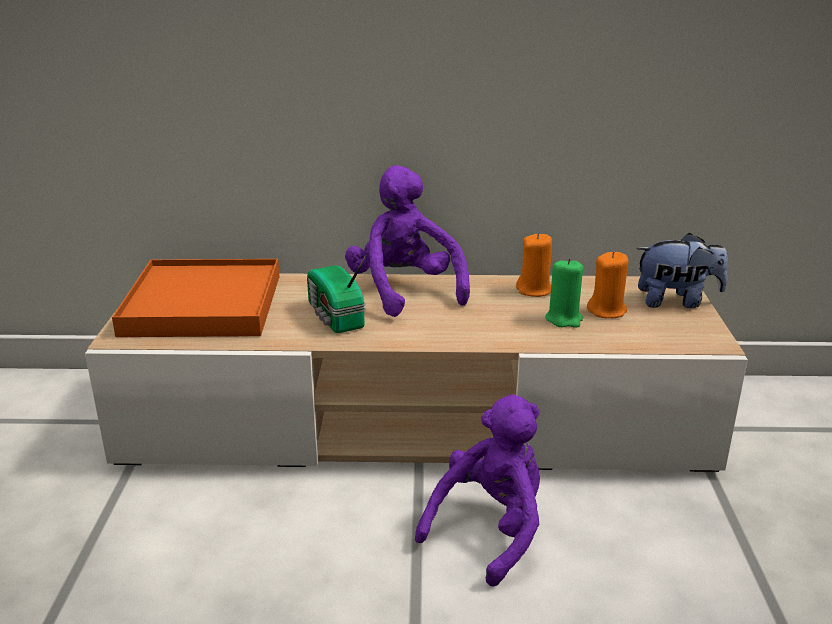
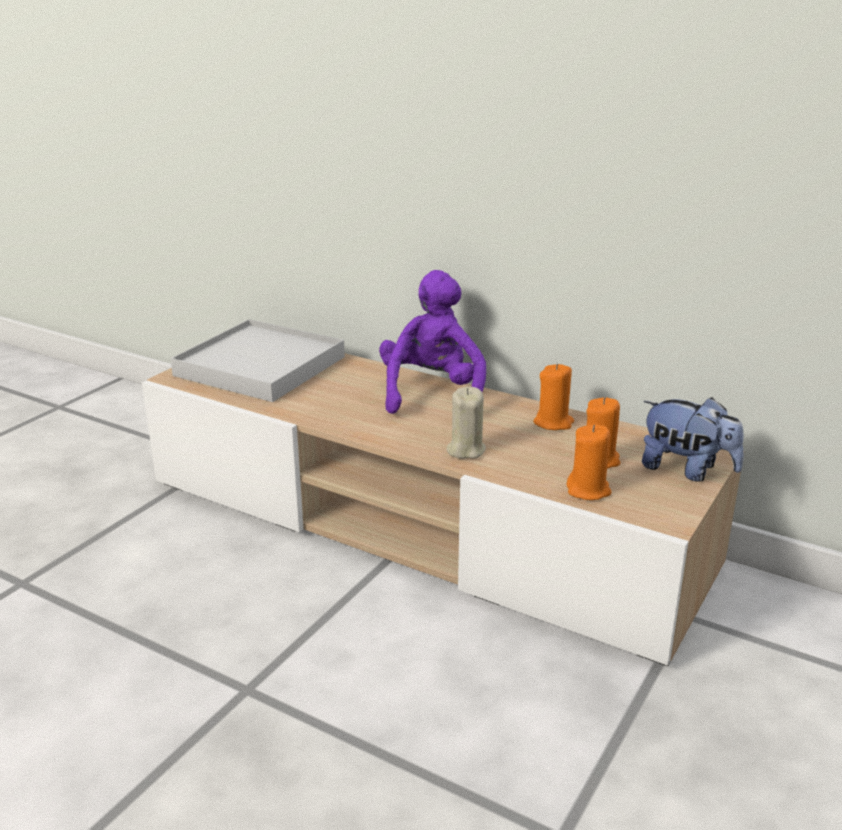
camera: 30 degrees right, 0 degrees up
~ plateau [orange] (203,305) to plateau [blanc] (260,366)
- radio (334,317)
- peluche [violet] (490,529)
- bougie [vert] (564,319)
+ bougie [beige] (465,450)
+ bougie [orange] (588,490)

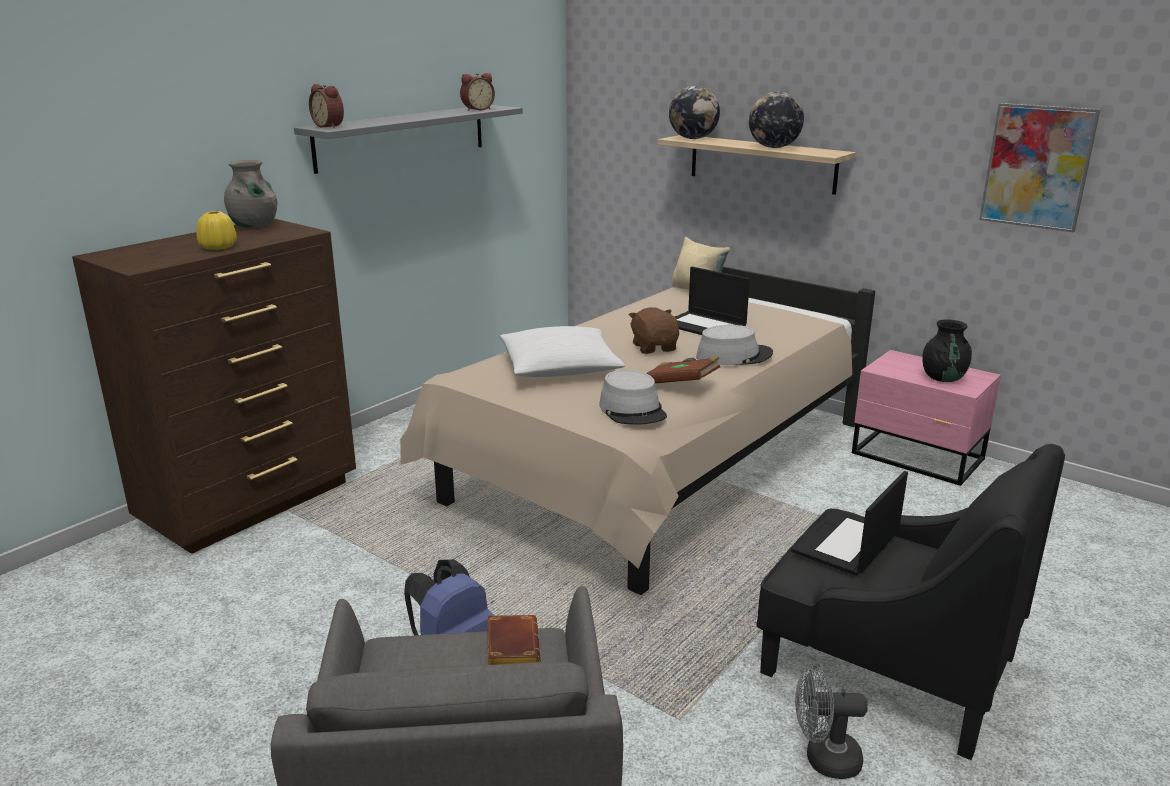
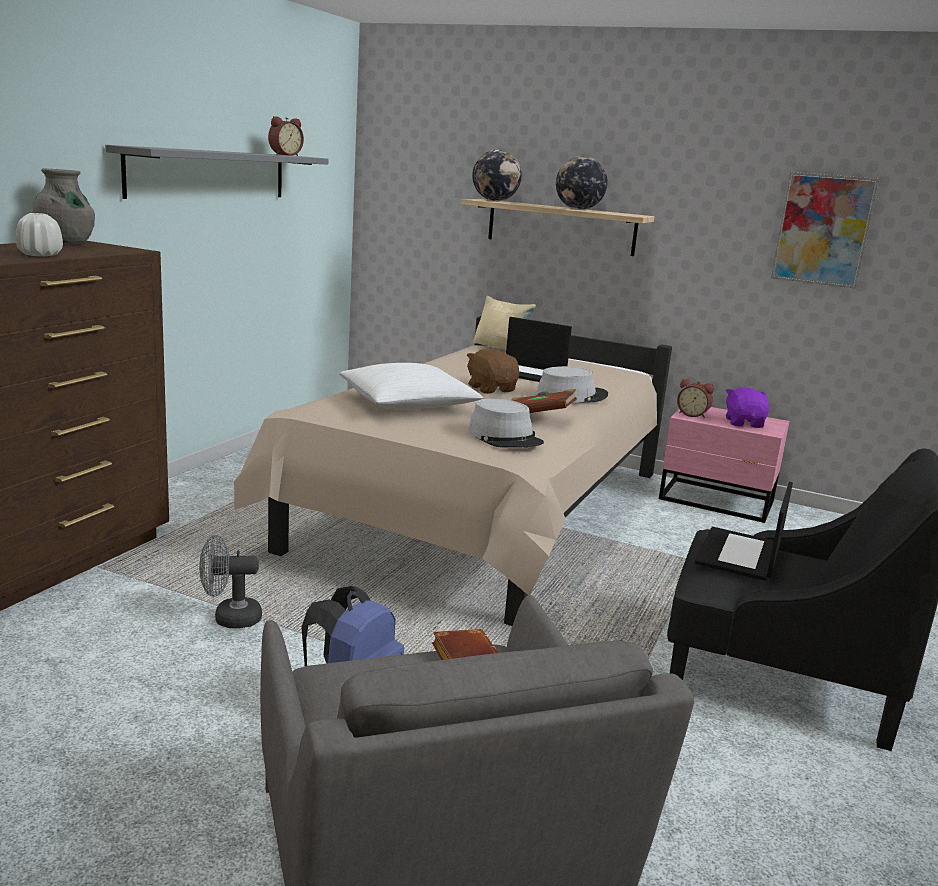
camera: 15 degrees left, 5 degrees down
~ vase [jaune] (218,247) to vase [blanc] (40,255)
~ réveil (330,126) to (693,414)
~ ventilateur [gris] (824,759) to (229,618)
~ vase [noir] (943,378) to peluche [violet] (744,423)

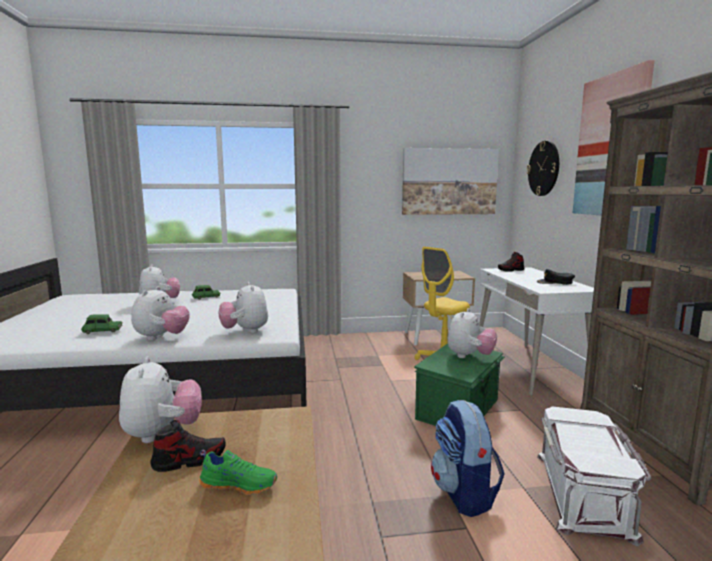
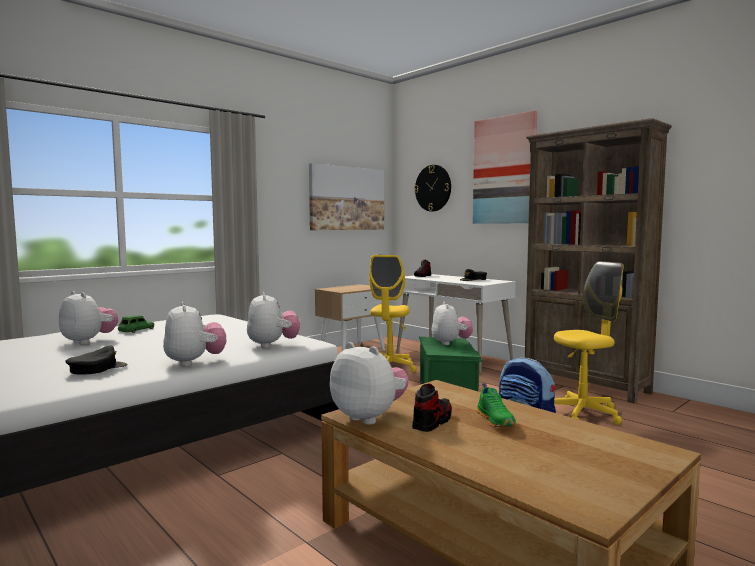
camera: 35 degrees left, 5 degrees down
~ petite voiture [vert] (102,330) to casquette [noir] (97,368)
~ chaussure [vert] (239,484) = (496,420) 105 degrees clockwise
~ peluche (245,331) = (273,345) 135 degrees counterclockwise
~ boîte de rangement [blanc] (585,493) to chaise de bureau [jaune] (583,414)

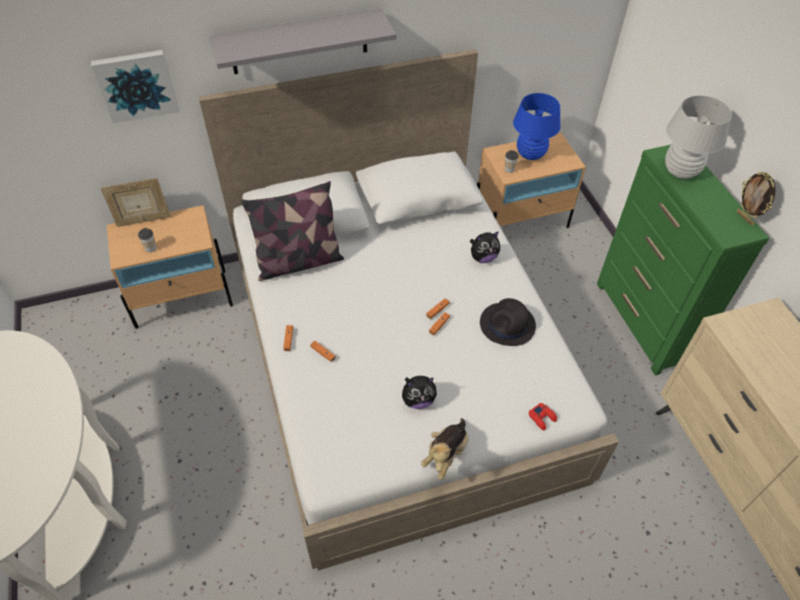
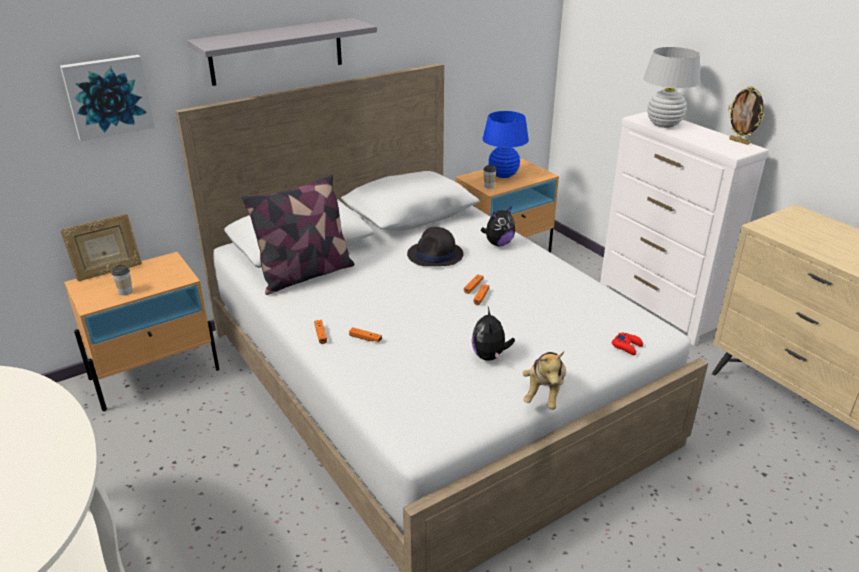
camera: 15 degrees left, 20 degrees down
~ peluche (418,400) = (490,356) 120 degrees clockwise
~ chapeau [noir] (507,325) to (435,255)
~ commode [vert] (642,323) to commode [blanc] (658,309)

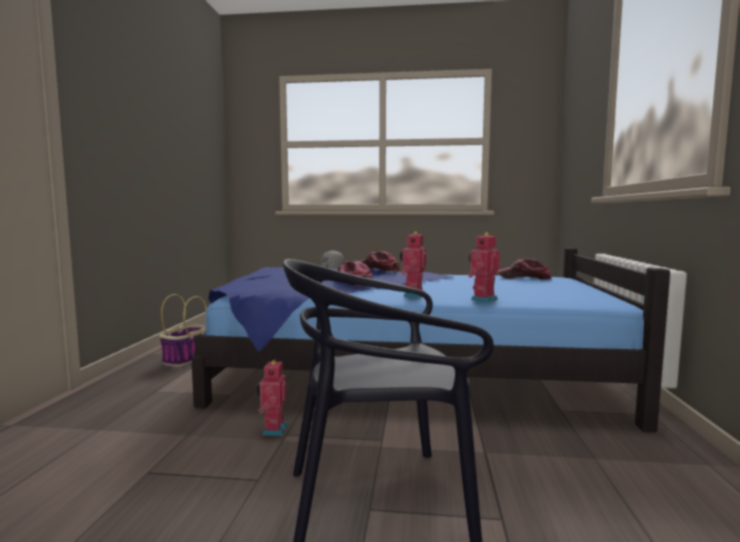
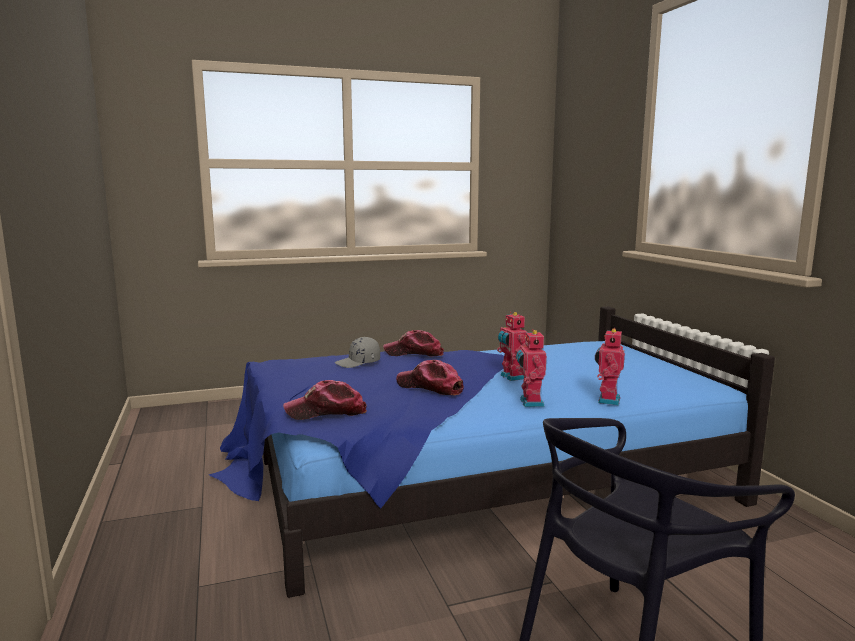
camera: 25 degrees left, 5 degrees up
- panier (187,358)
~ robot jouet (273,430) to (511,377)
~ casquette (524,278) to (326,412)

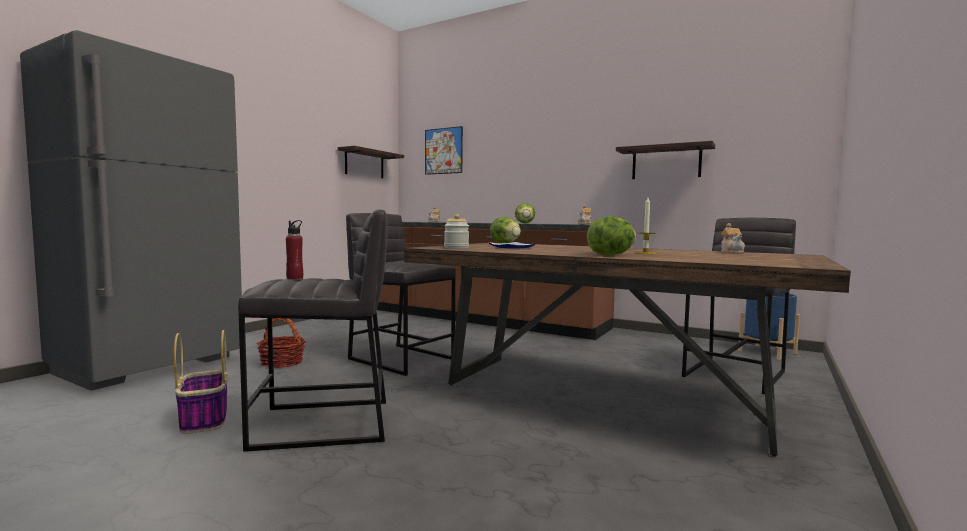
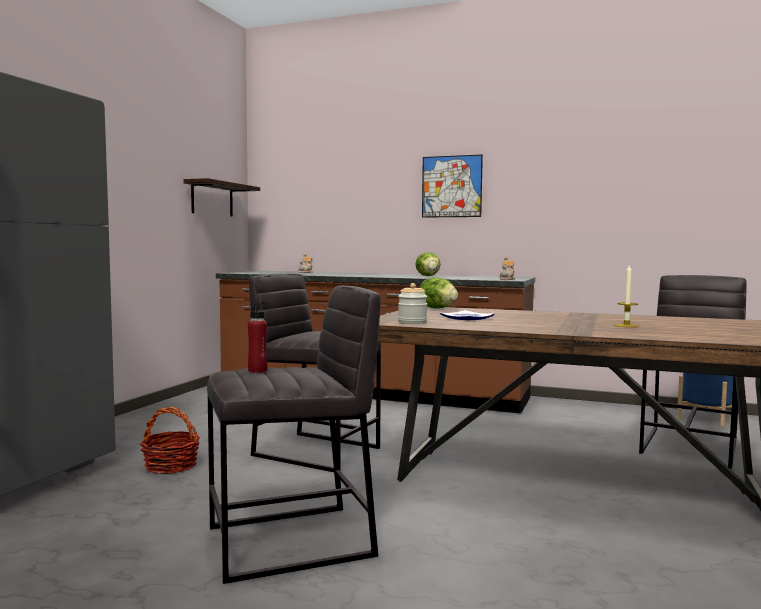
camera: 10 degrees left, 0 degrees up
- panier (204,419)
~ tableau (443,151) to (451,186)
- laitue (611,255)
- étagère (666,163)
- théière (732,252)

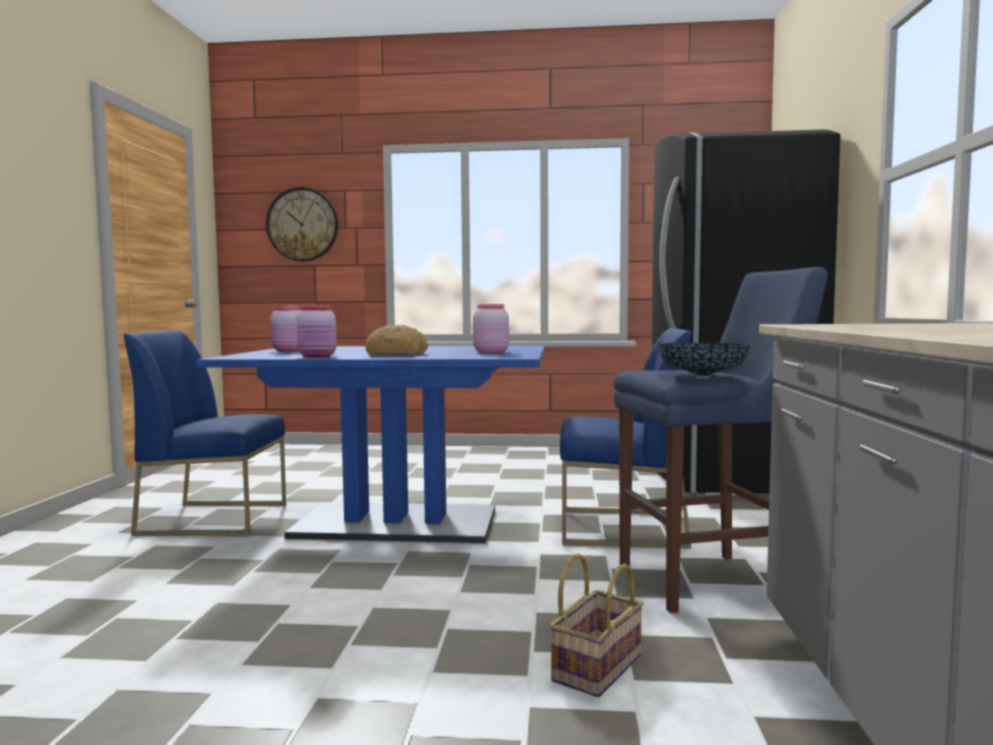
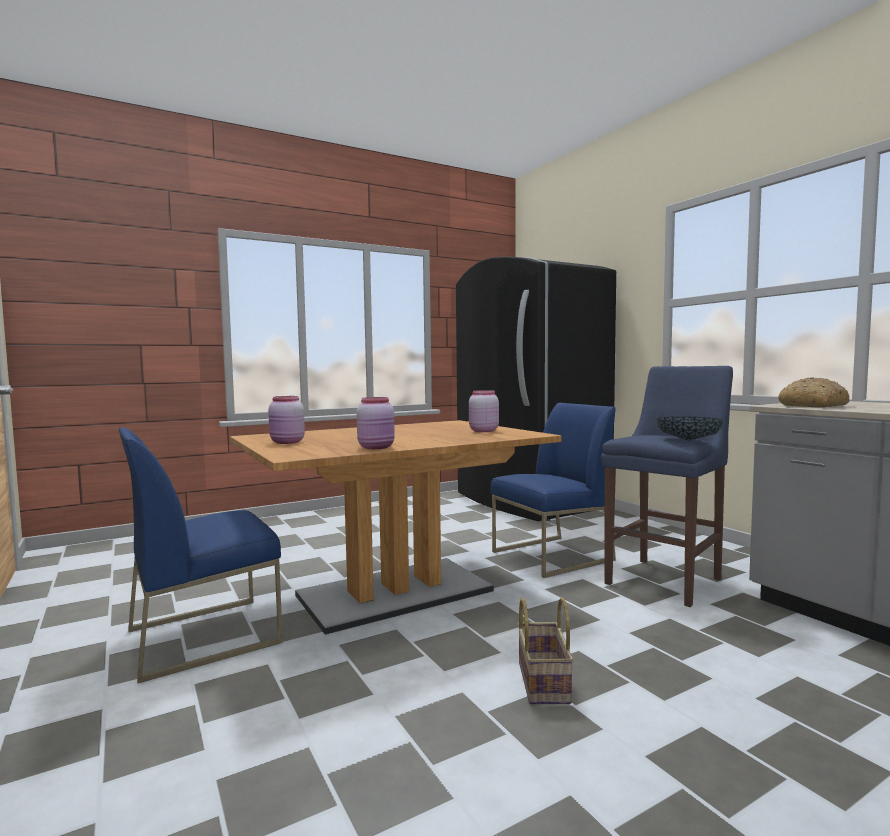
camera: 35 degrees left, 0 degrees up
~ table à manger [bleu] (396,524) to table à manger [marron] (395,593)
- horloge murale (302,224)
~ pain (397,354) to (813,405)
~ panier (596,666) to (541,681)

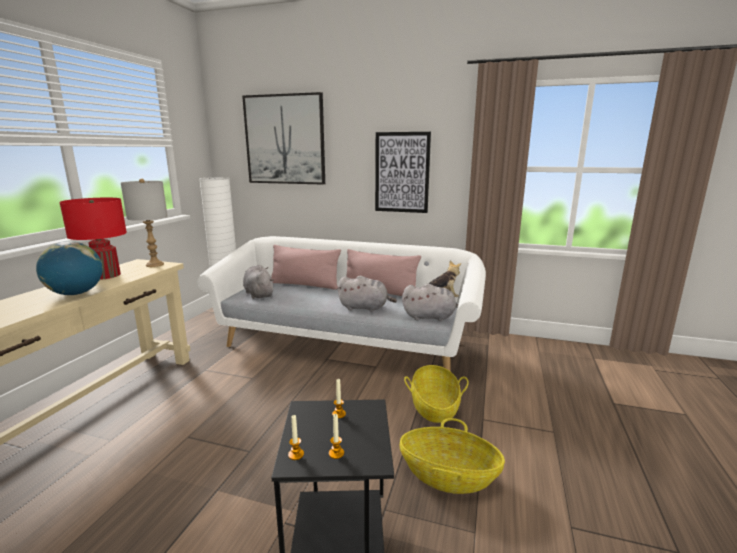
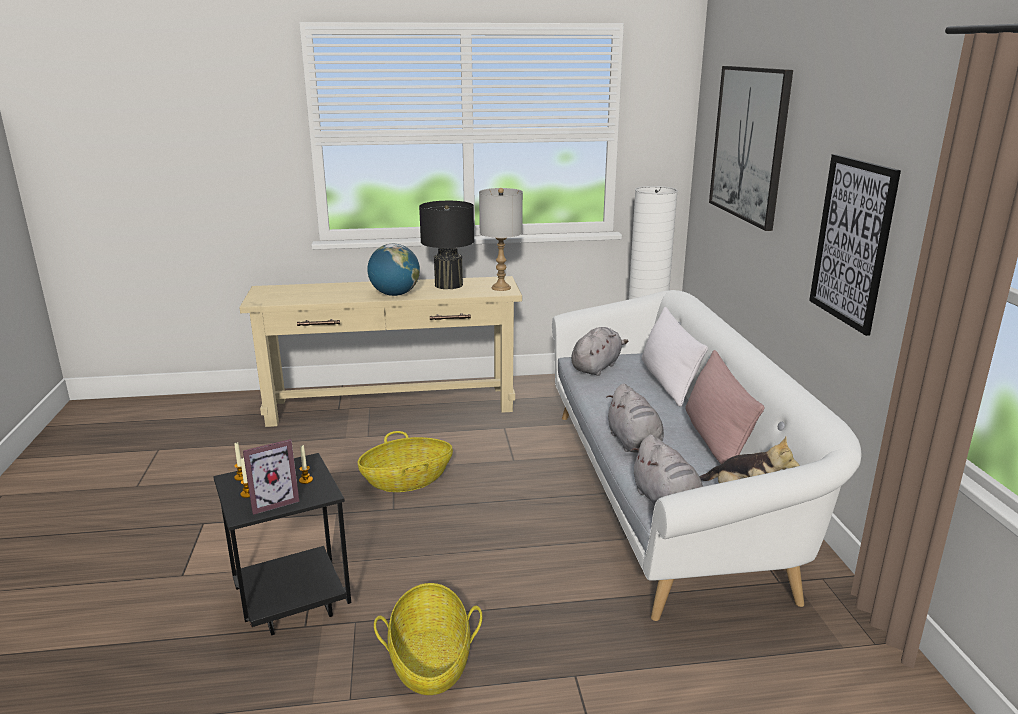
camera: 65 degrees right, 5 degrees up
~ lampe de table [rouge] (105,275) to lampe de table [noir] (448,285)
~ coussin [rose] (304,284) to coussin [blanc] (667,381)
~ panier (434,407) to (407,480)
+ cadre photo (273,501)

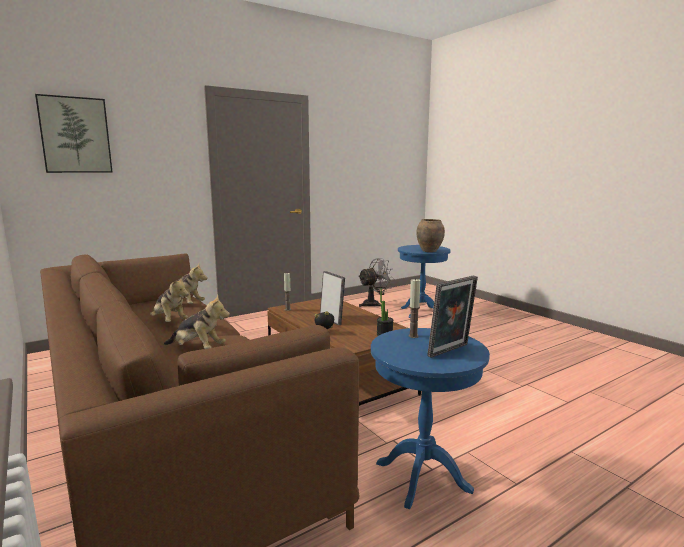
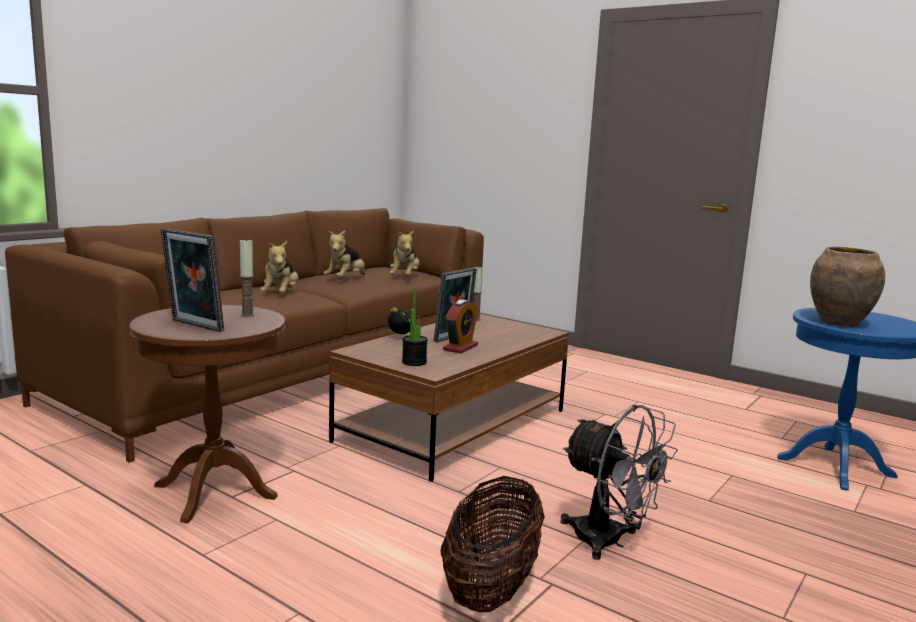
camera: 70 degrees right, 0 degrees up
- tableau (75,135)
~ ventilateur [gris] (374,304) to (609,542)
~ table d'appoint [bleu] (423,476) to table d'appoint [marron] (215,491)
+ panier (491,587)
+ réveil (460,347)

